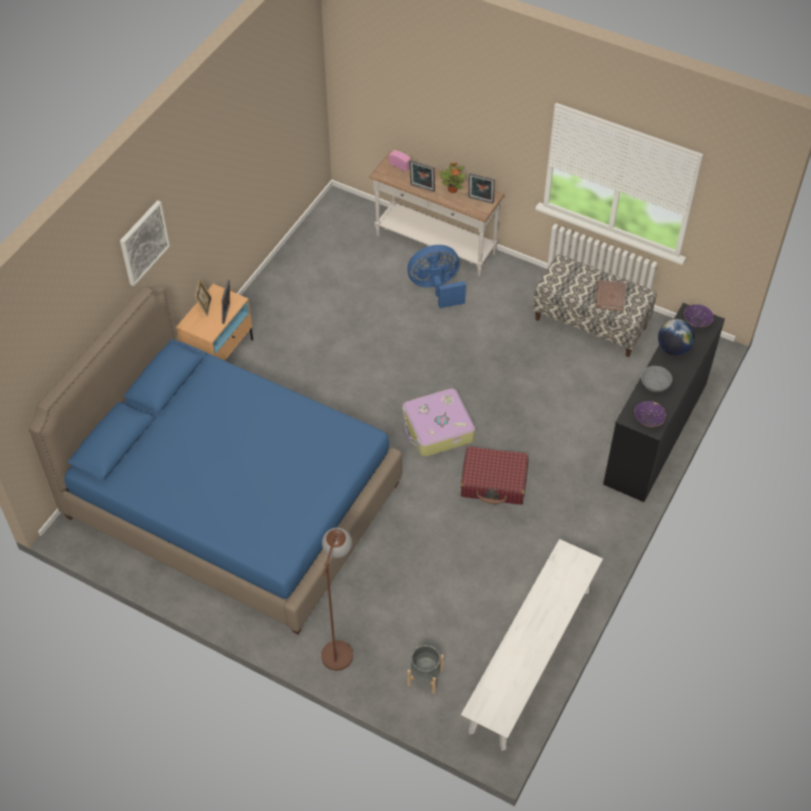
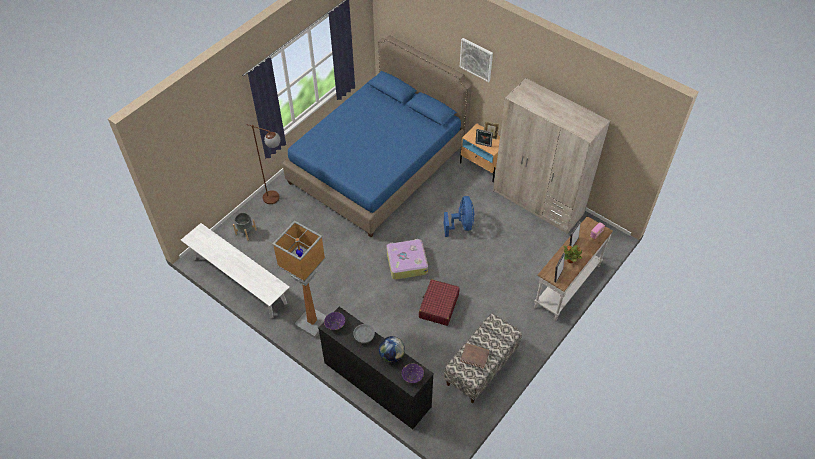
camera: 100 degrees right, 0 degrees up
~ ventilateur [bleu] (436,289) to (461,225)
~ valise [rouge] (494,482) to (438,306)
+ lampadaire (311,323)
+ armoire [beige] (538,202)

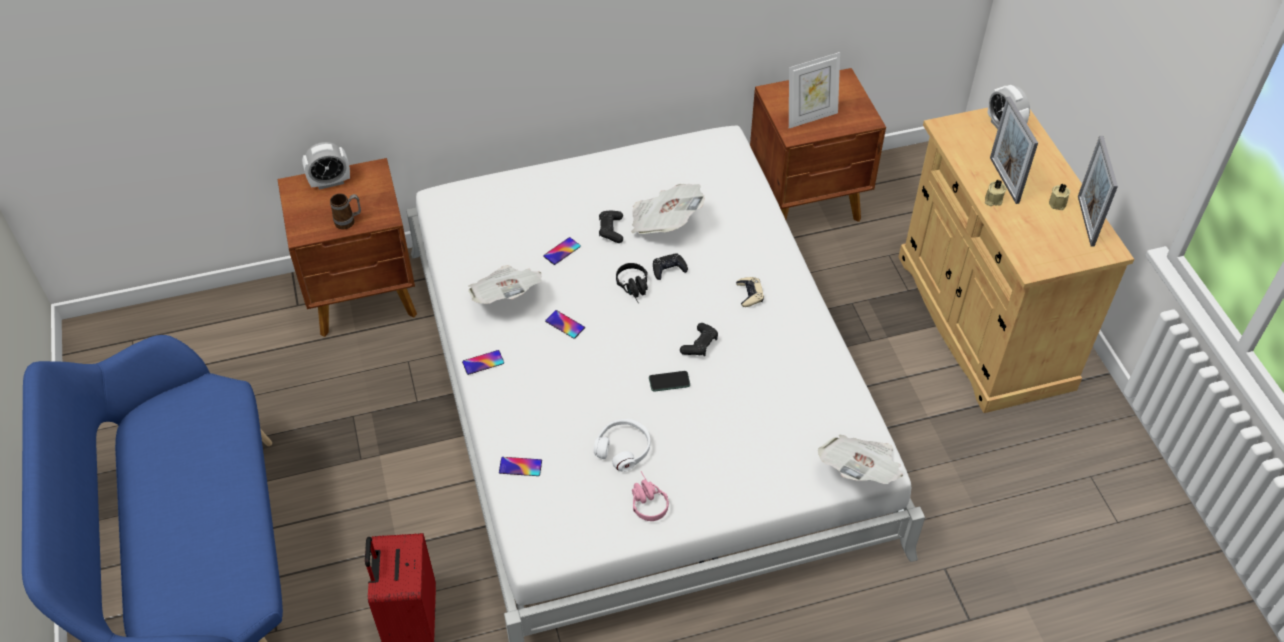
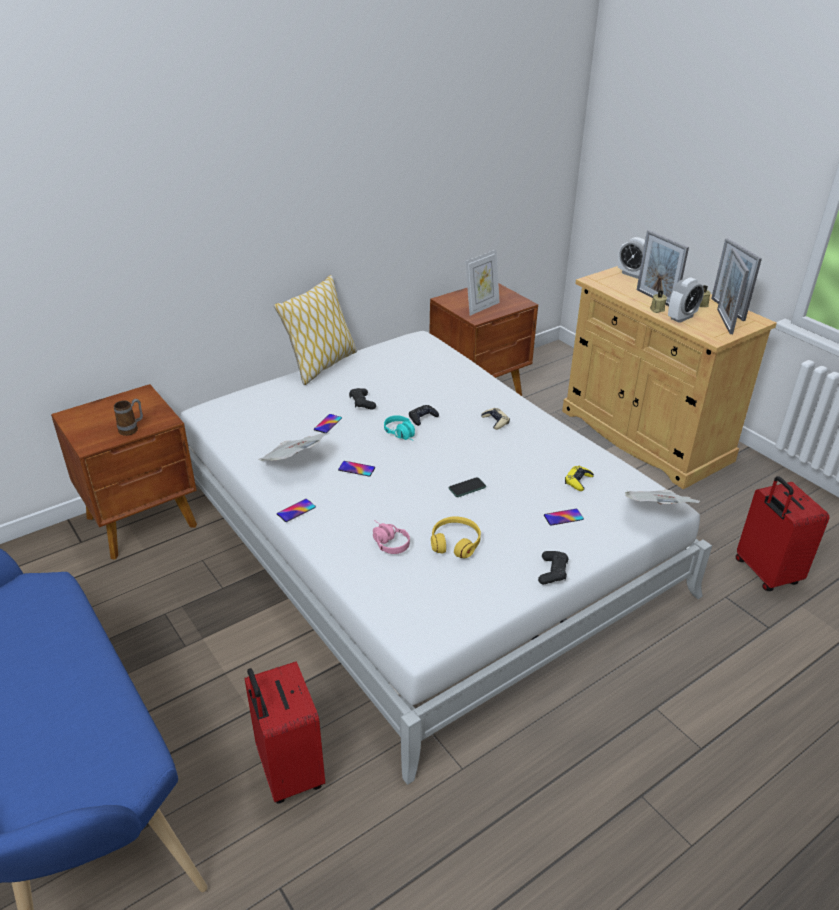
camera: 20 degrees left, 15 degrees down
~ réveil (330,182) to (681,317)
~ téléphone (520,467) to (563,517)
~ casque audio [blanc] (623,448) to casque audio [jaune] (455,542)
~ casque audio [noir] (635,289) to casque audio [turquoise] (402,435)
- journal (664,222)
~ casque audio [rose] (646,500) to (387,542)
~ manette [noir] (699,344) to (552,572)
+ coussin (321,365)
+ manette [jaune] (578,481)
+ cadre photo (724,321)
+ valise [rouge] (765,573)

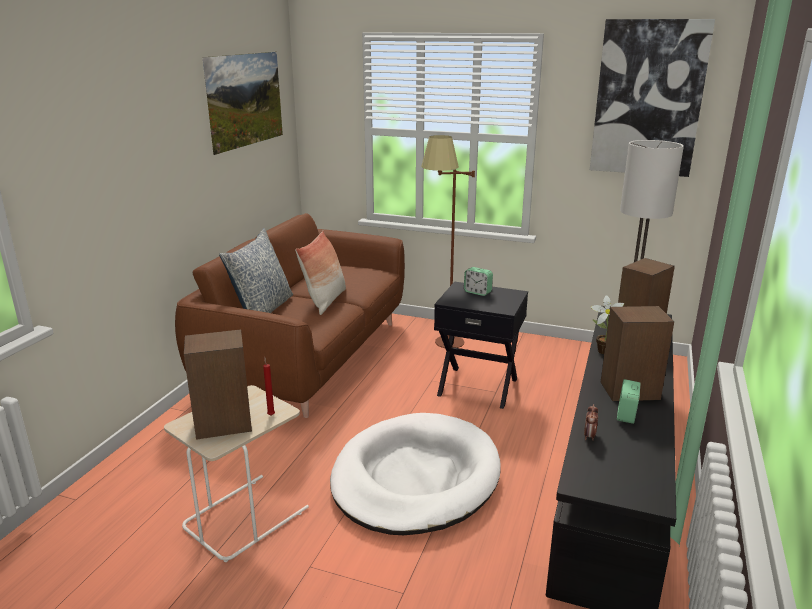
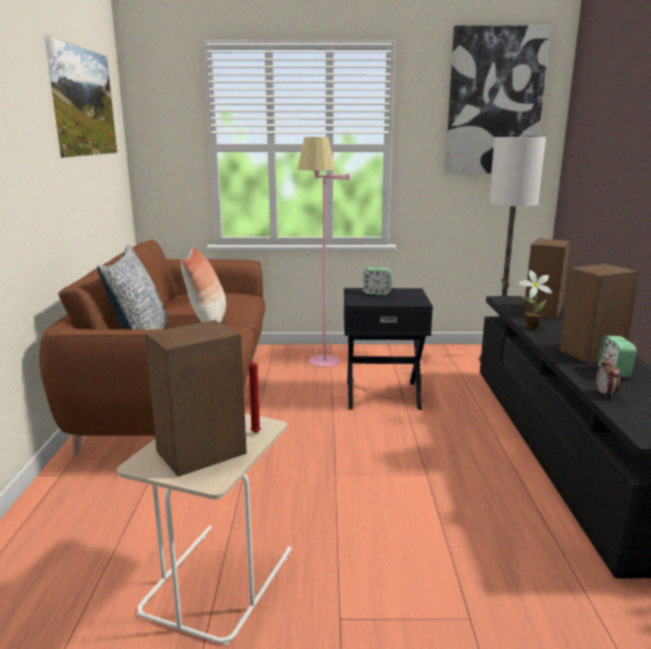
camera: 20 degrees left, 5 degrees down
- panier pour chien [blanc] (415,478)
~ lampadaire [marron] (443,347) to lampadaire [rose] (321,366)

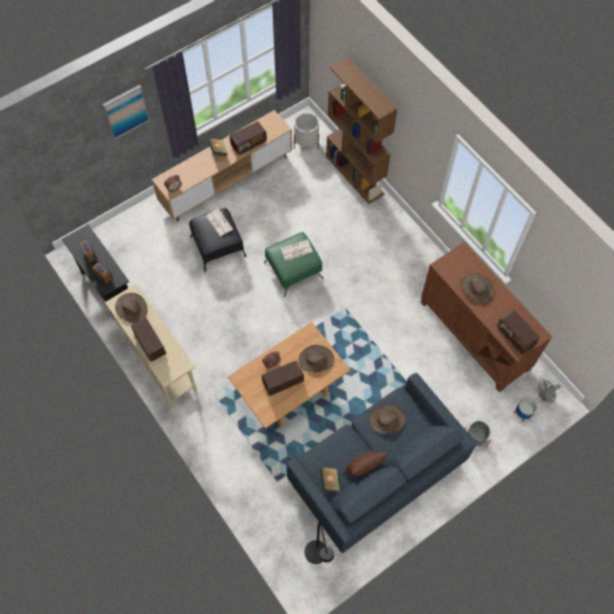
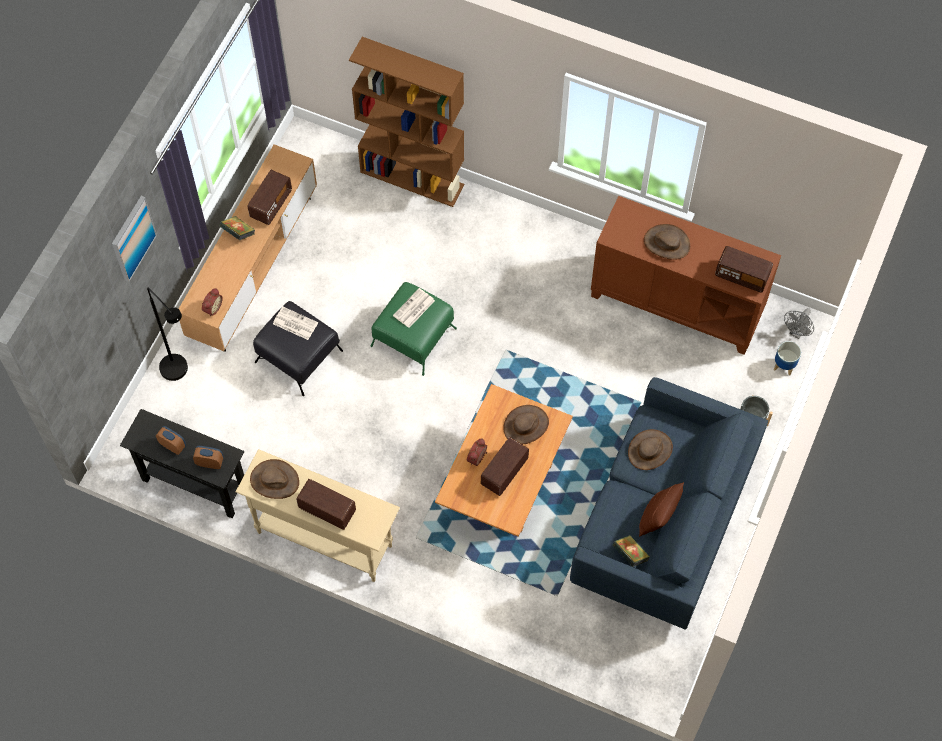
camera: 30 degrees left, 0 degrees up
- cache-pot [blanc] (306,143)
~ lampadaire [noir] (318,559) to (179,373)

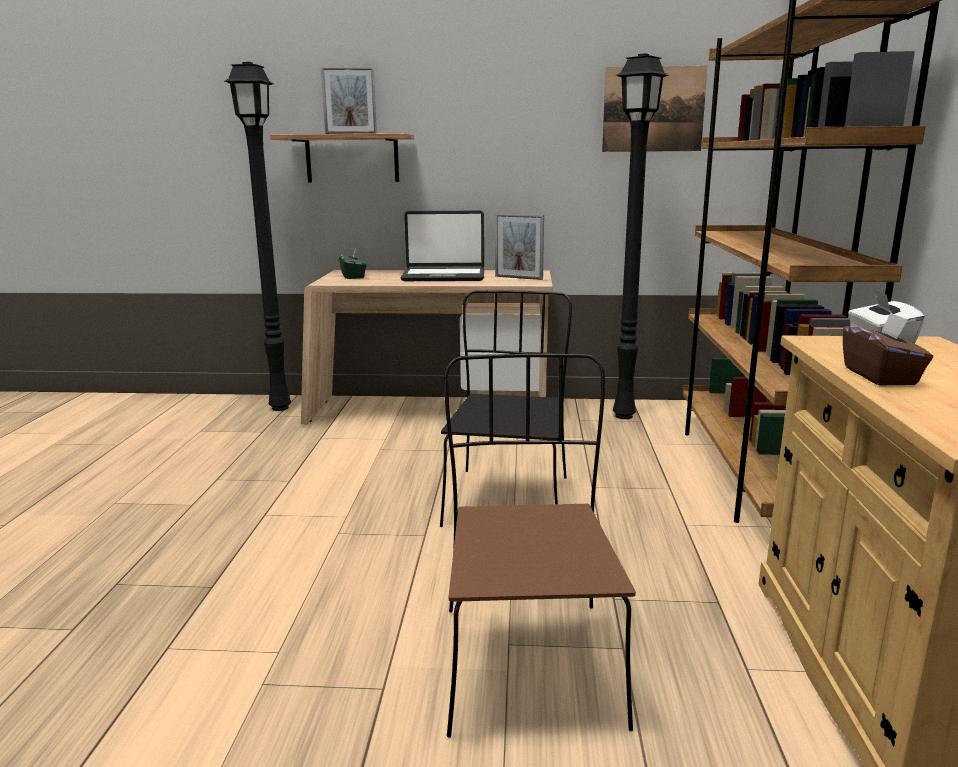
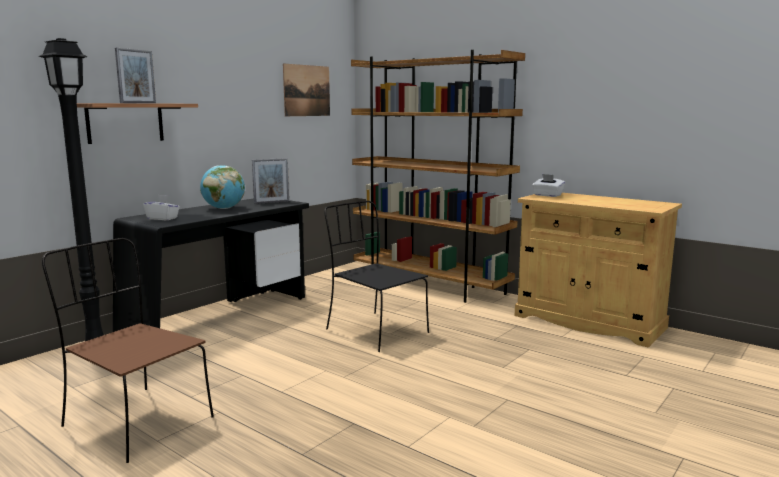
camera: 55 degrees left, 5 degrees down
~ bureau [beige] (430,412) to bureau [noir] (220,315)
~ boîte à mouchoirs [vert] (353,276) to boîte à mouchoirs [blanc] (162,218)
~ ordinateur portable (443,276) to globe (224,208)
~ chaise [marron] (528,661) to (135,421)
- lampadaire [noir] (625,416)
- boîte à mouchoirs [marron] (880,376)

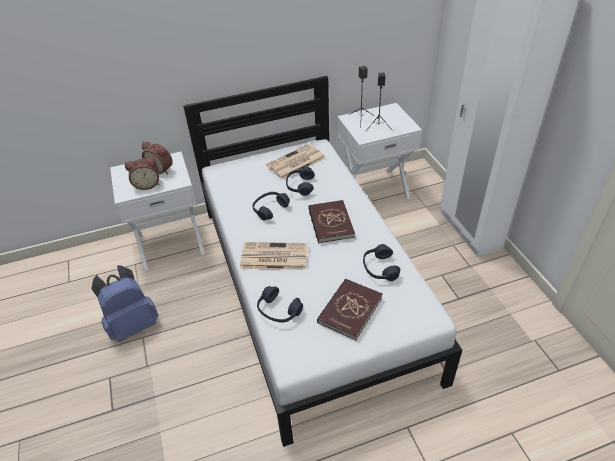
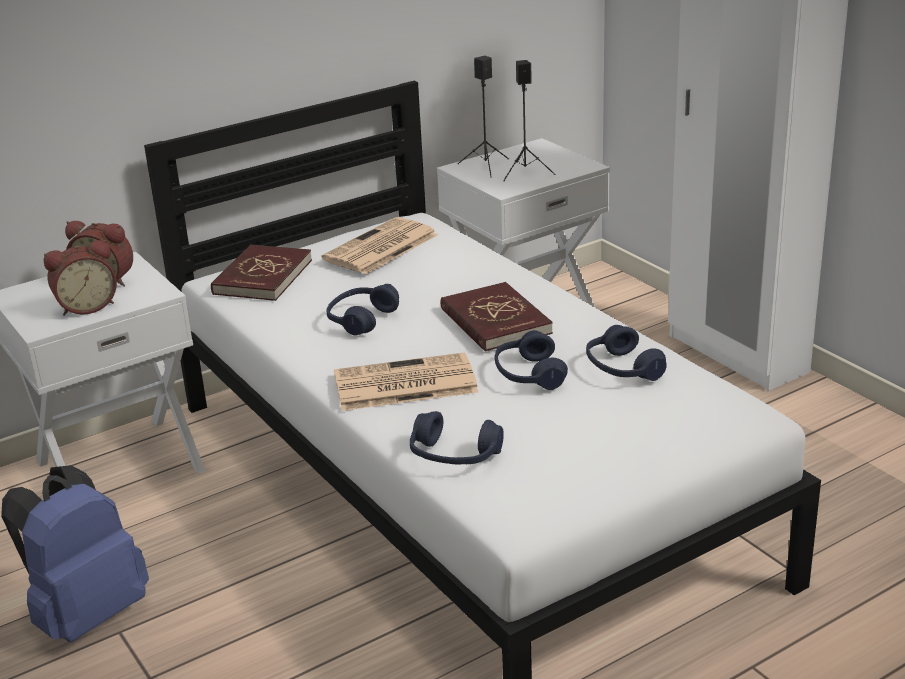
camera: 15 degrees left, 15 degrees down
~ casque audio [bleu] (300,186) to (529,375)
~ livre [rouge] (349,310) to (262,277)

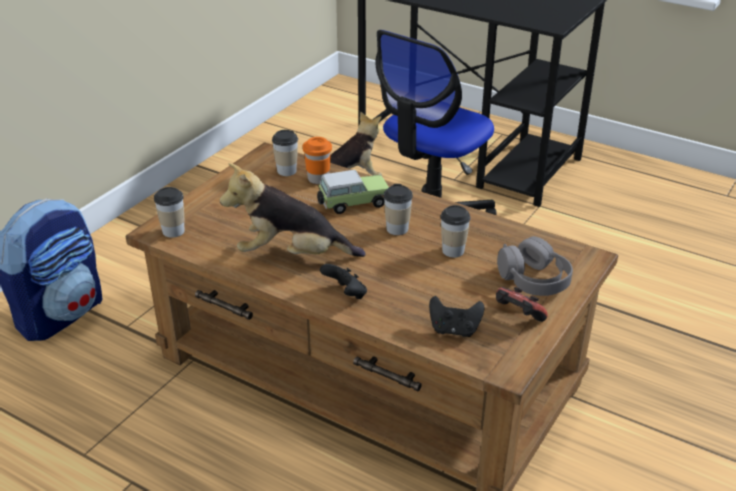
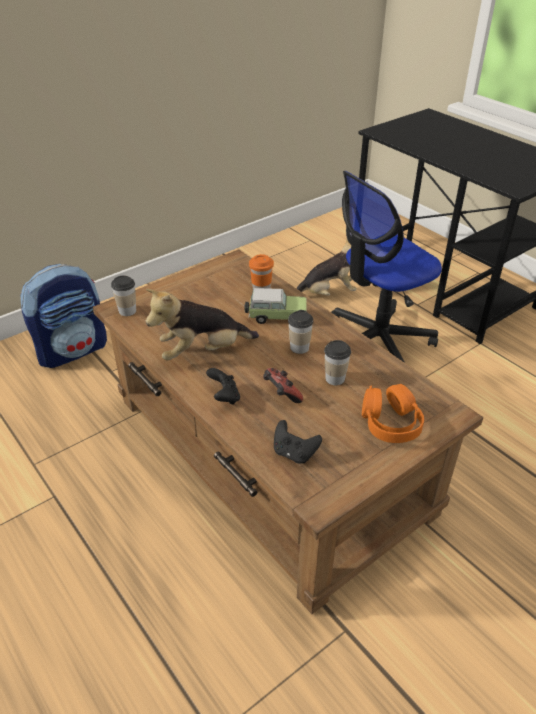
camera: 20 degrees right, 5 degrees up
~ peluche (292,255) = (203,352) 45 degrees counterclockwise
- tasse (286,171)
~ manette (517,317) to (281,394)
~ casque audio [gris] (534,280) to casque audio [orange] (390,423)

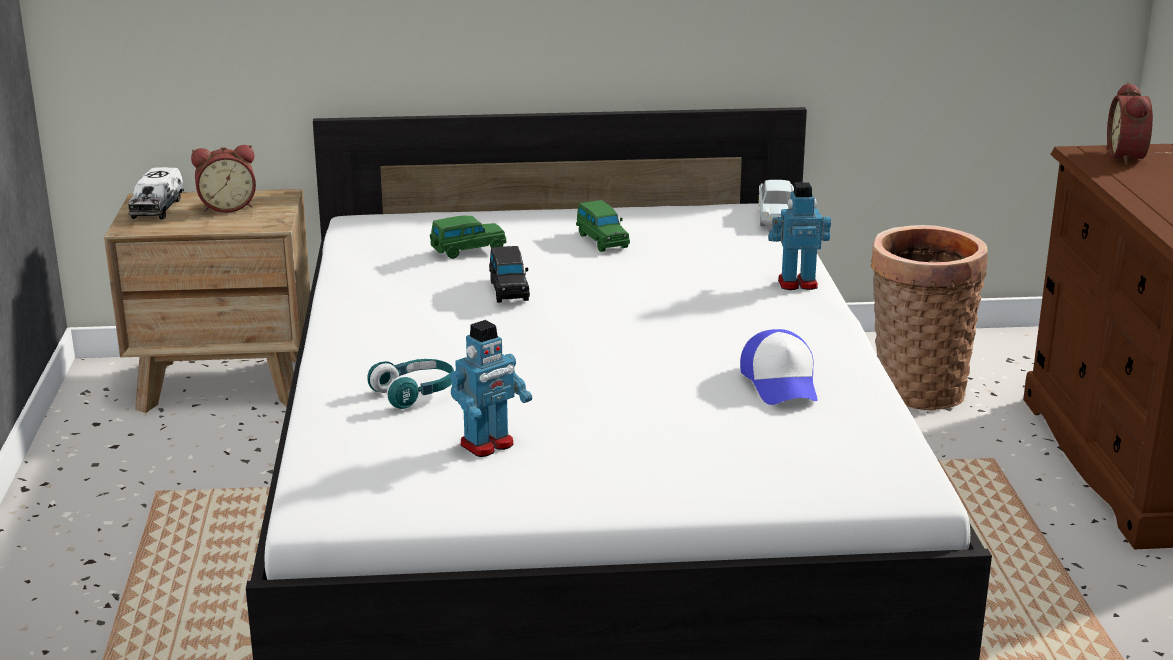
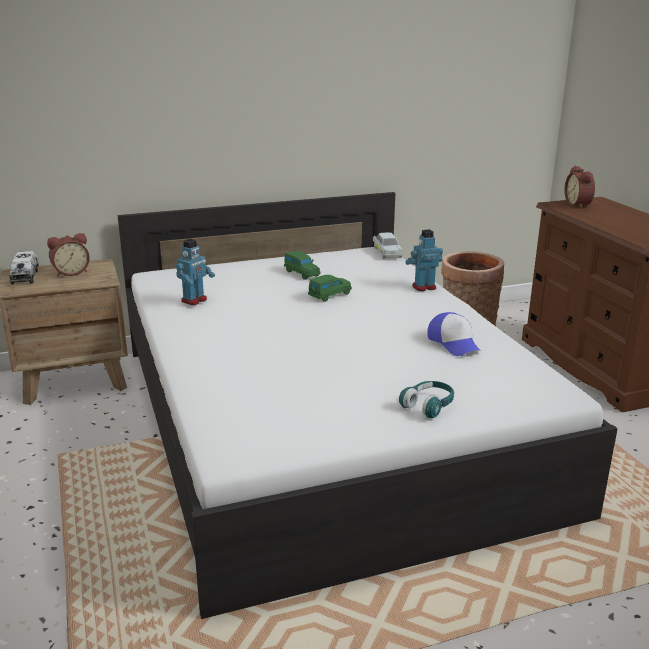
camera: 15 degrees left, 0 degrees up
~ casque audio [turquoise] (415,393) to (428,406)
~ petite voiture [vert] (467,250) to (329,295)
~ robot jouet (488,445) to (194,300)
- petite voiture [noir] (509,290)

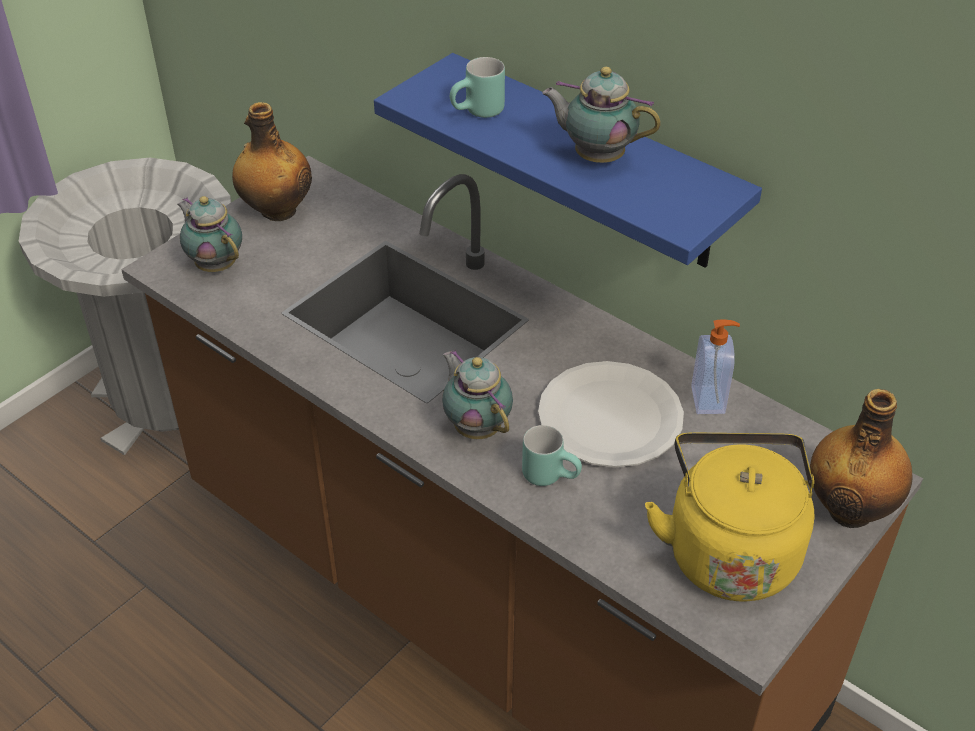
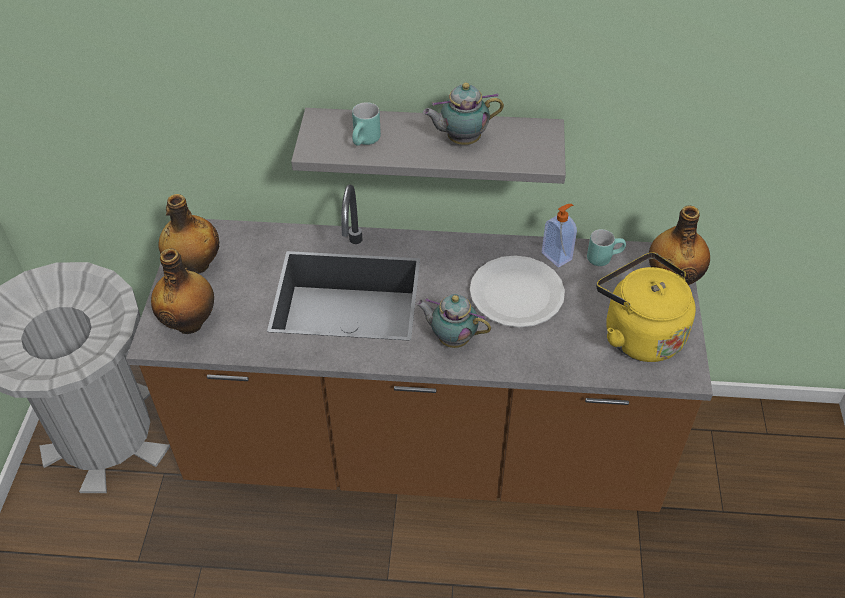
camera: 35 degrees left, 5 degrees up
~ théière (215,264) to bouteille (190,322)
~ étagère [bleu] (593,163) to étagère [gris] (433,144)
~ mug [turquoise] (551,475) to (603,257)

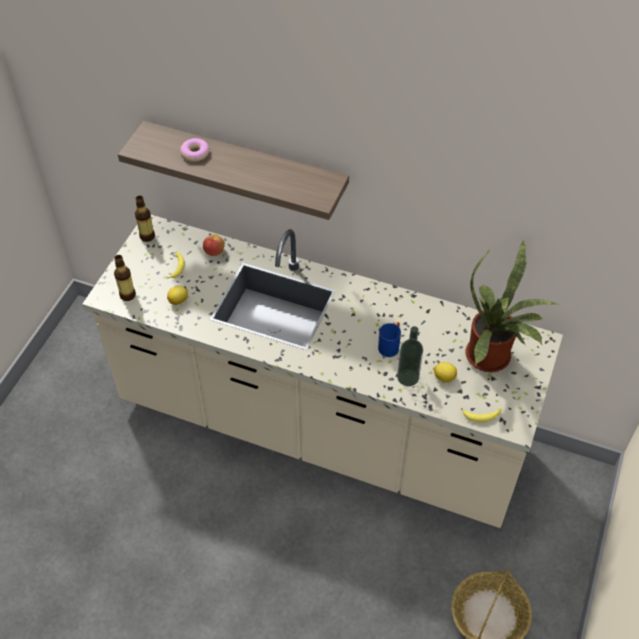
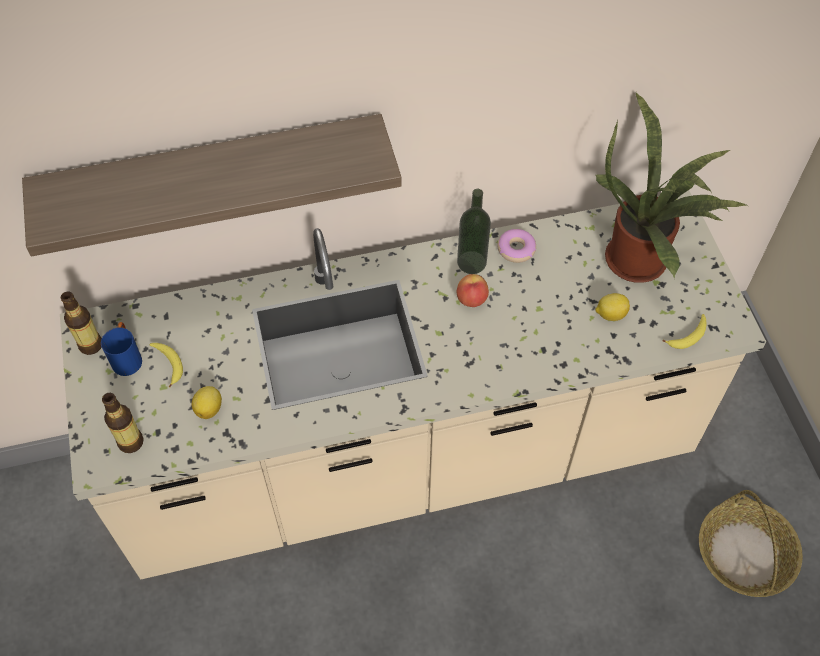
camera: 35 degrees left, 5 degrees up
~ beignet (195,153) to (516,249)
~ pomme (214,252) to (471,299)
~ mug [bleu] (390,346) to (127,357)
~ bouteille (408,377) to (471,262)

